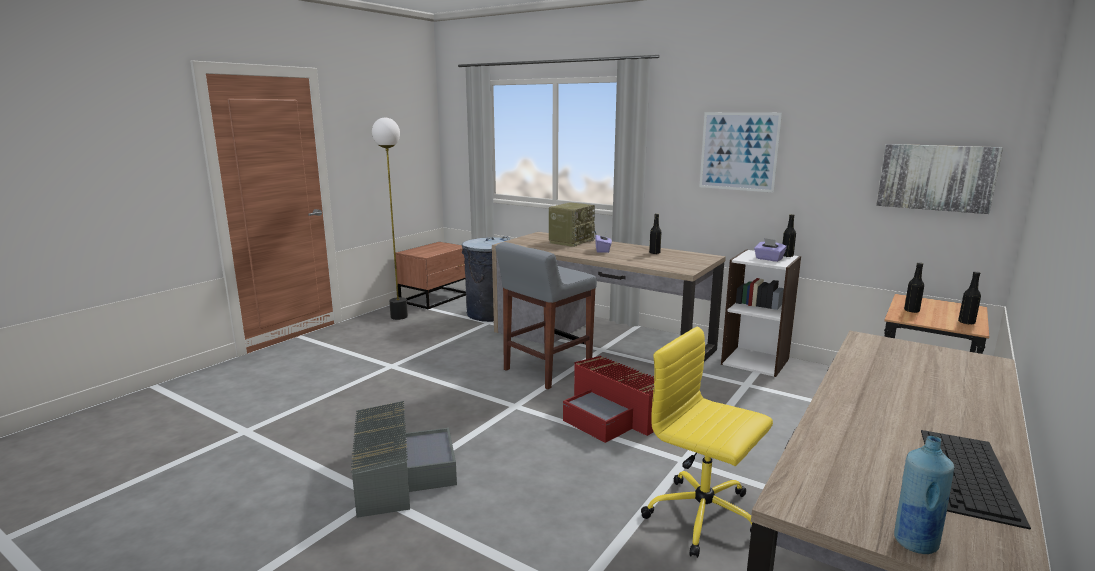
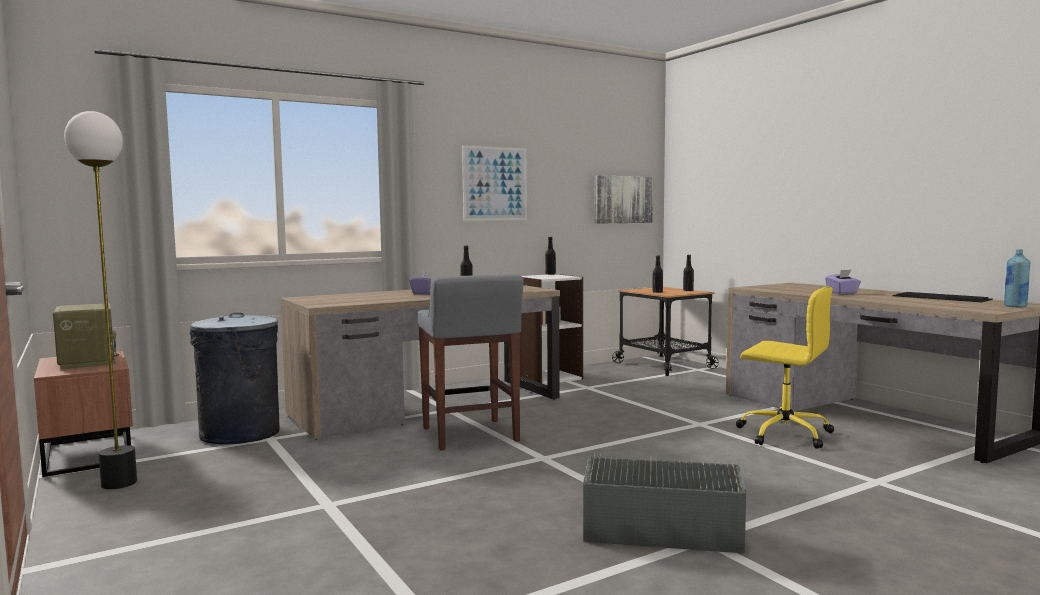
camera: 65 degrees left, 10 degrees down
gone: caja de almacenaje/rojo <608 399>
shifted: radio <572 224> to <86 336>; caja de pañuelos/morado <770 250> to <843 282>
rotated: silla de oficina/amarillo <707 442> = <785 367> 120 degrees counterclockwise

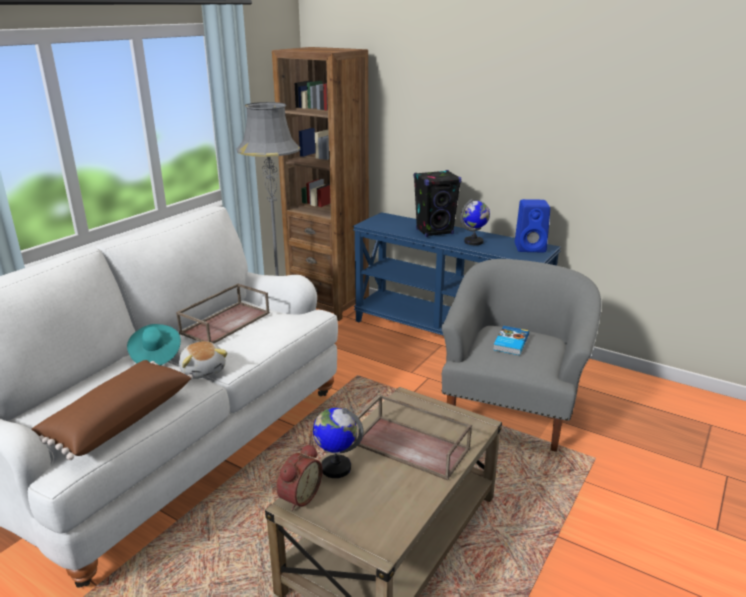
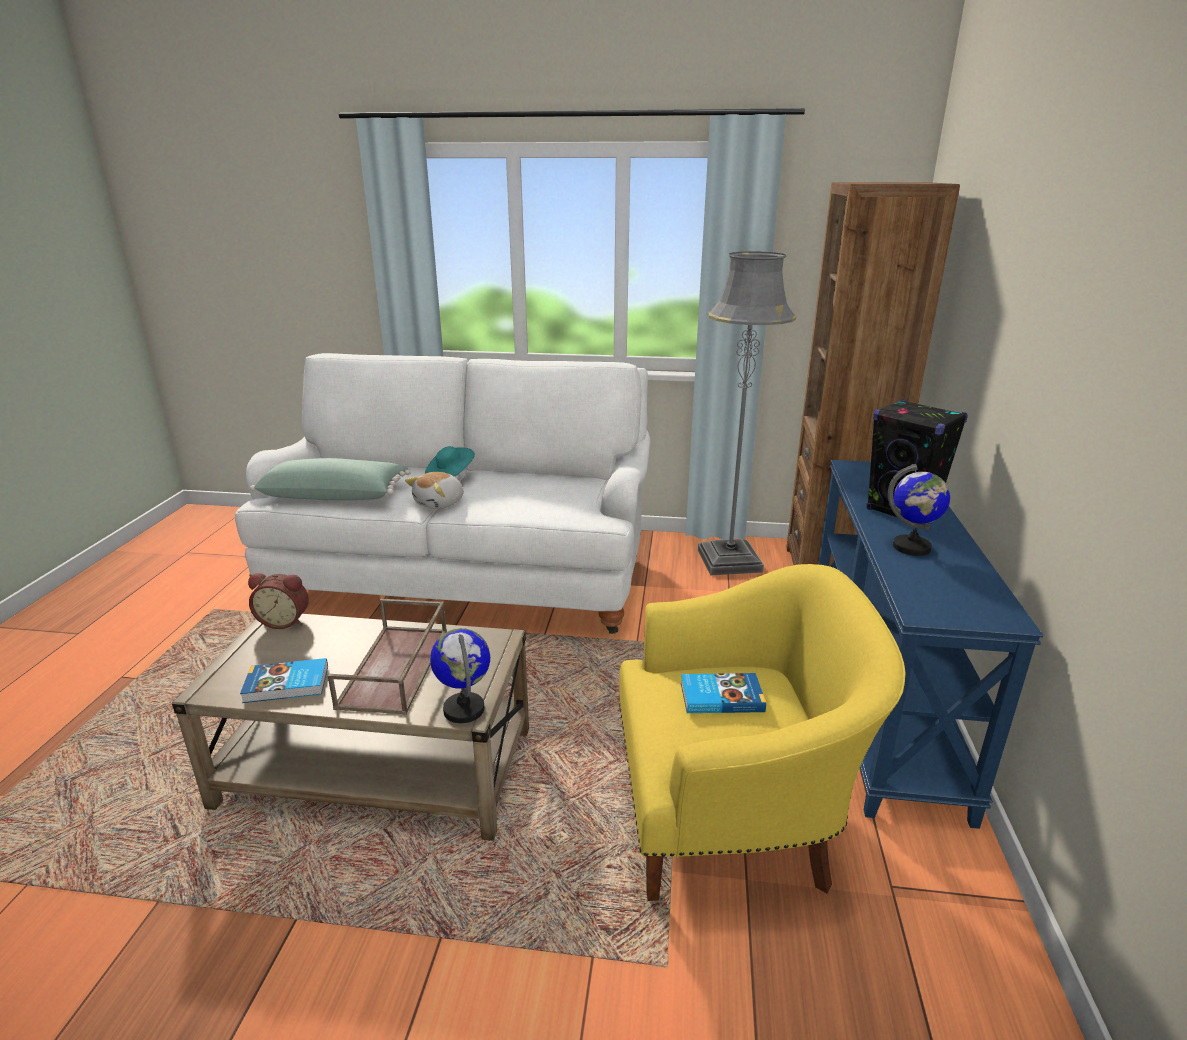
camera: 65 degrees right, 0 degrees up
gone: bandeja/marrón <223 313>; altavoz/azul <532 225>
new: libro <284 680>
shifted: globo terráqueo <338 443> to <460 675>
repainted: cojín/marrón <112 410> to cojín/verde <330 479>; sillón/gris <522 355> to sillón/amarillo <762 732>

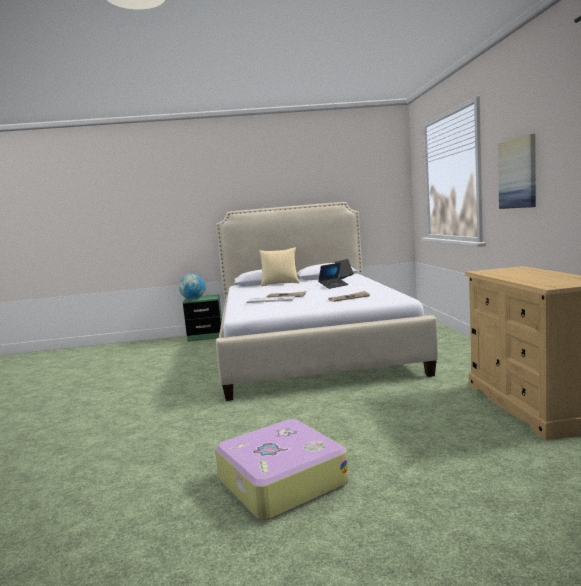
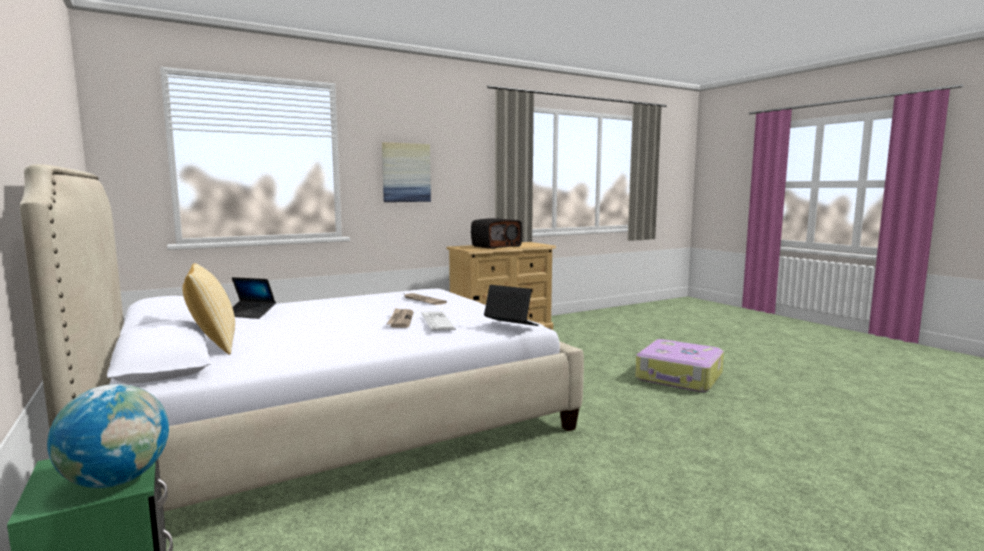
camera: 115 degrees left, 0 degrees up
new: radio <496 233>
shifted: portátil <333 276> to <511 305>

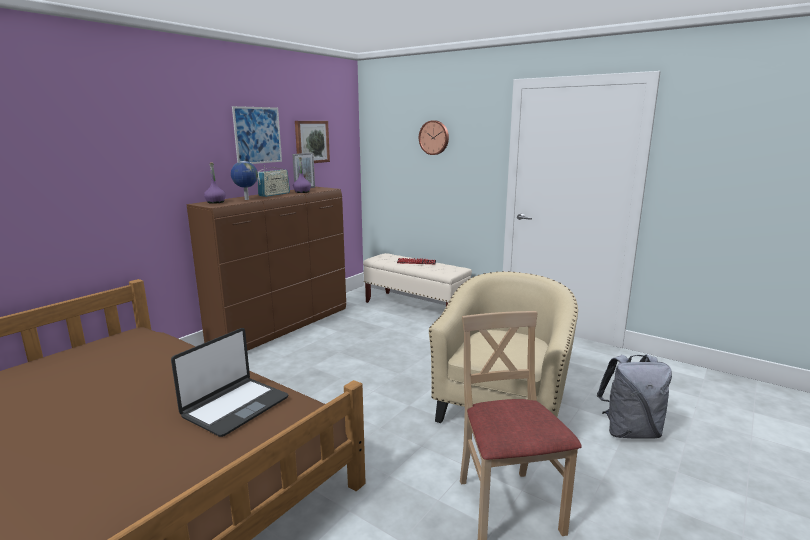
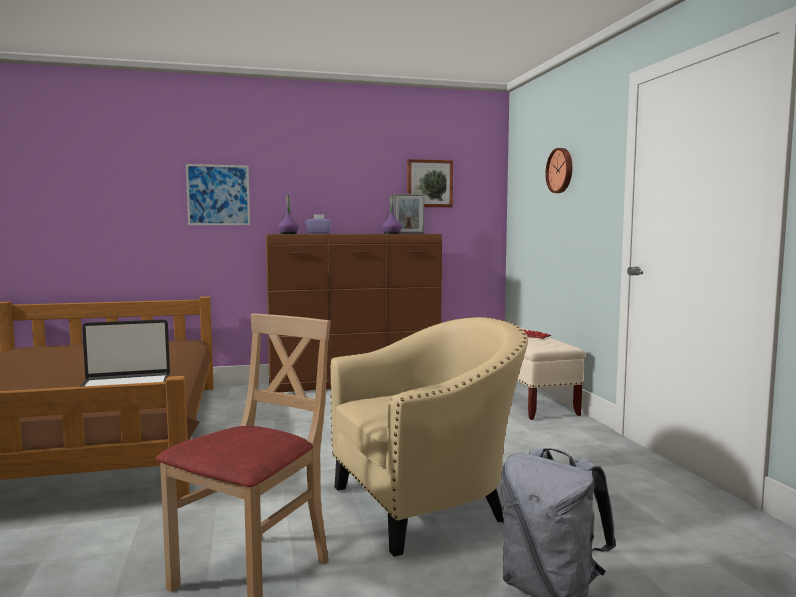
camera: 40 degrees right, 10 degrees down
gone: radio <274 182>
shifted: cuadro <257 135> to <218 194>
swapped: globo terráqueo <244 180> to caja de pañuelos/morado <319 224>

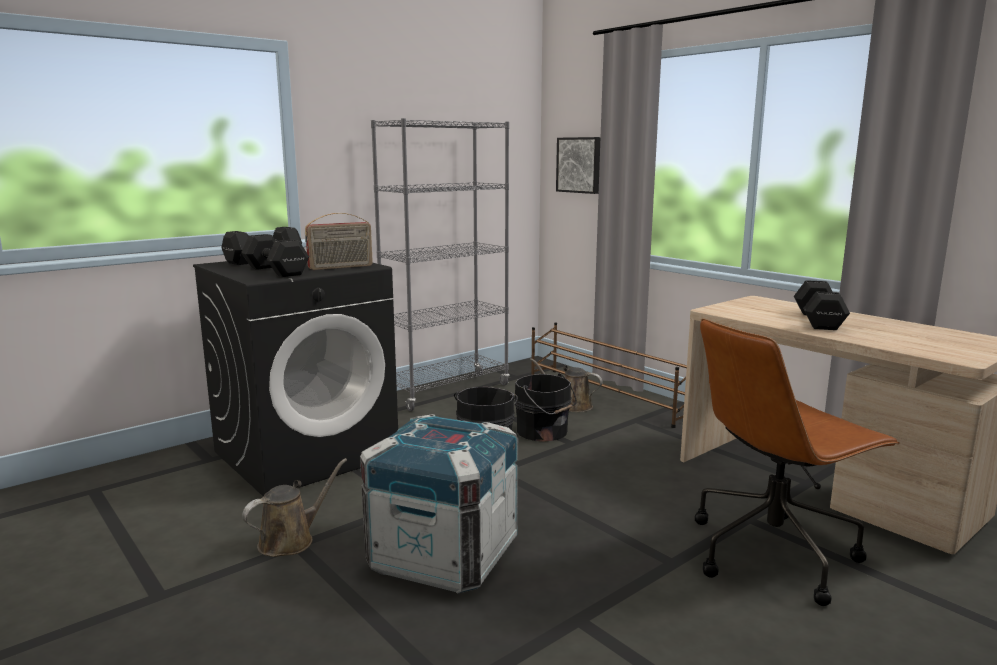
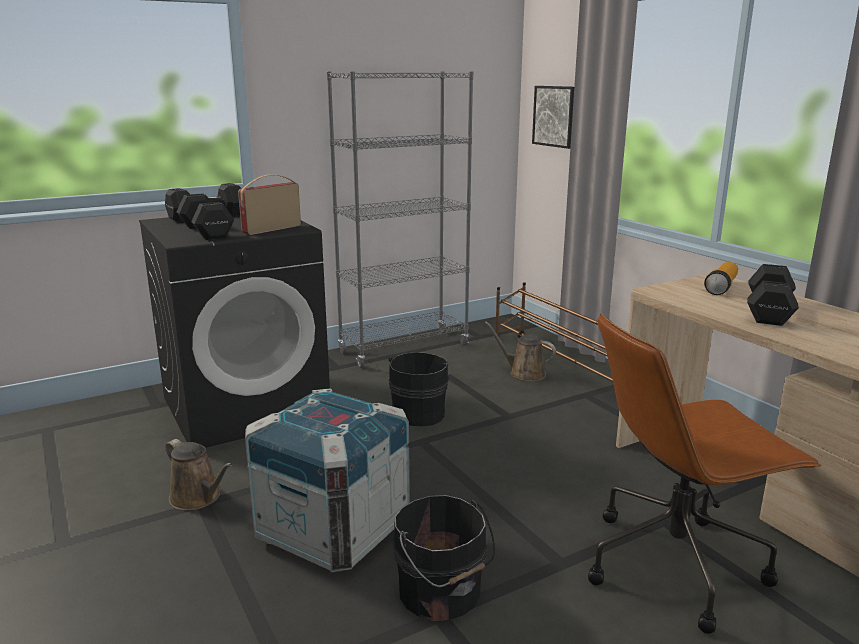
camera: 10 degrees right, 5 degrees up
new: linterna <721 278>
shifted: cubo/negro <545 407> to <444 558>
rotated: regadera/marrón <294 507> = <199 475> 75 degrees clockwise; radio <339 241> = <269 204> 150 degrees clockwise

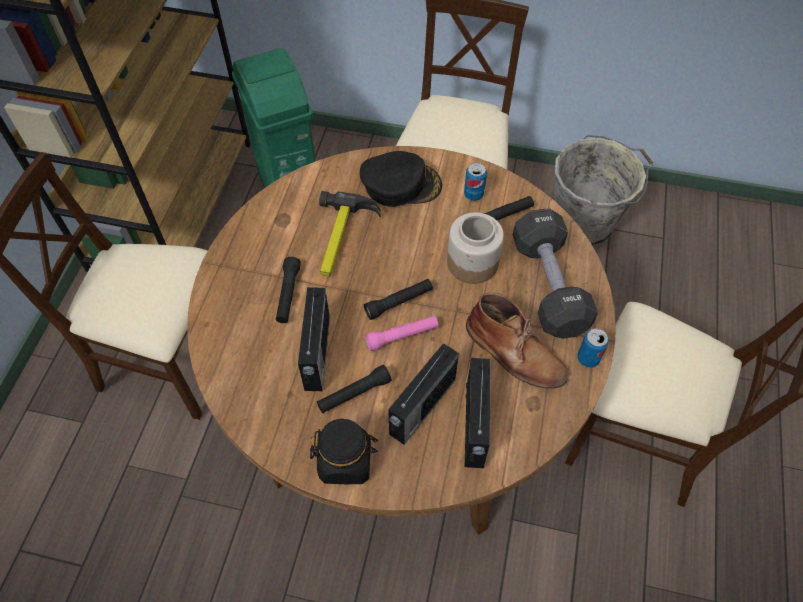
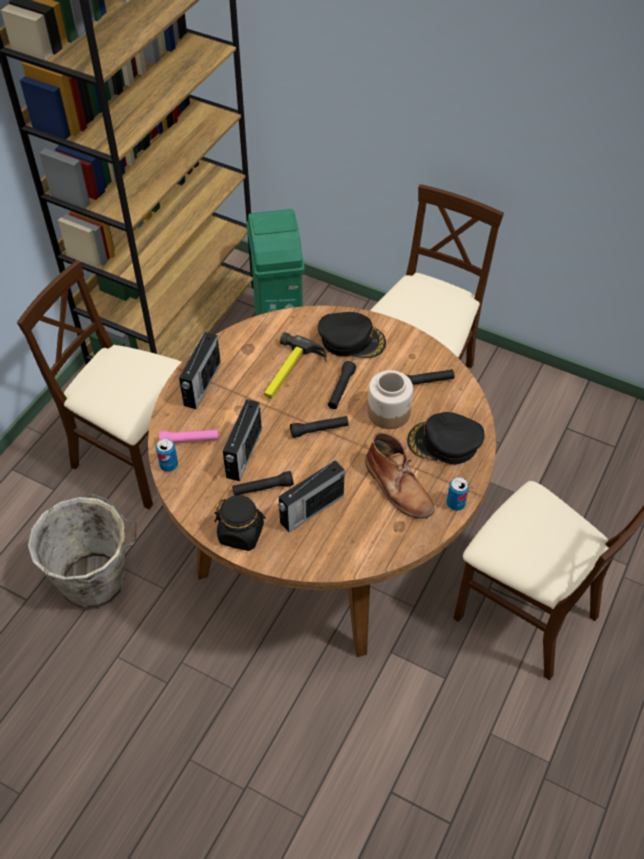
camera: 15 degrees right, 5 degrees down
shifted: cubo/gris <604 191> to <82 552>; lata <475 182> to <167 455>; linterna/rosa <402 333> to <188 436>; radio <477 413> to <200 370>; linterna/negro <288 290> to <342 385>
swapped: mancuerna/negro <555 274> to gorra/negro <446 438>

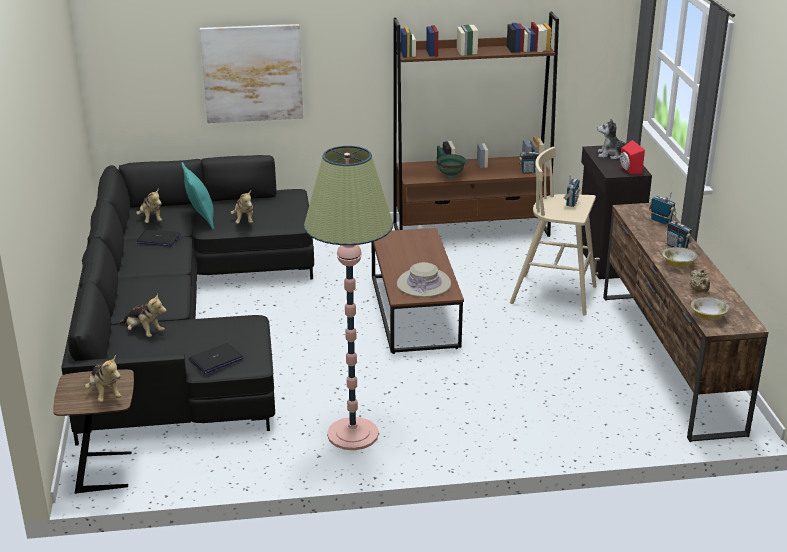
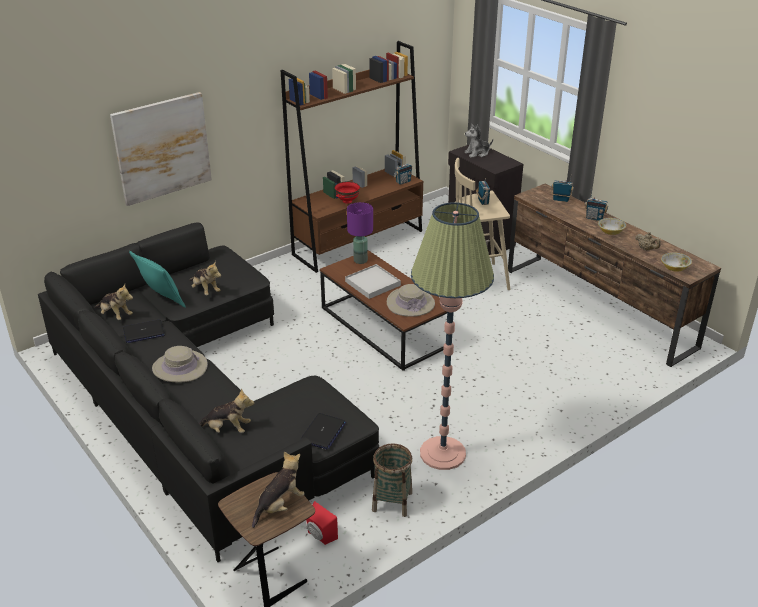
camera: 30 degrees left, 5 degrees up
new: sombrero/beis <180 364>; bandeja/blanco <373 281>; lámpara de mesa/morado <360 233>; cesta <392 480>
shifted: altavoz/rojo <632 157> to <322 523>
repainted: cuenco/verde <451 166> to cuenco/rojo <347 192>
rotated: peluche <103 378> = <278 490> 75 degrees counterclockwise

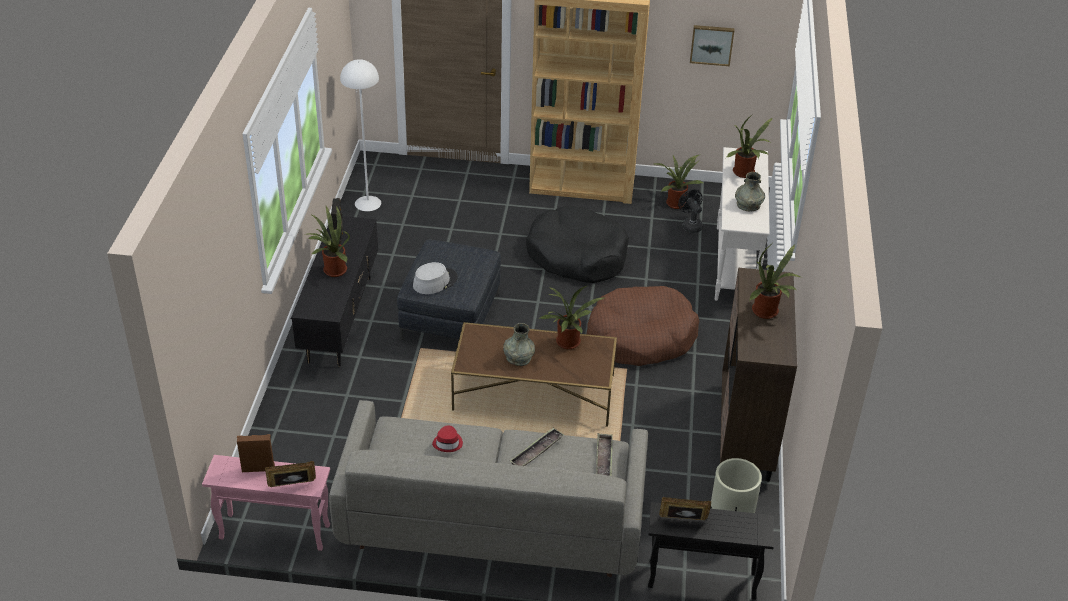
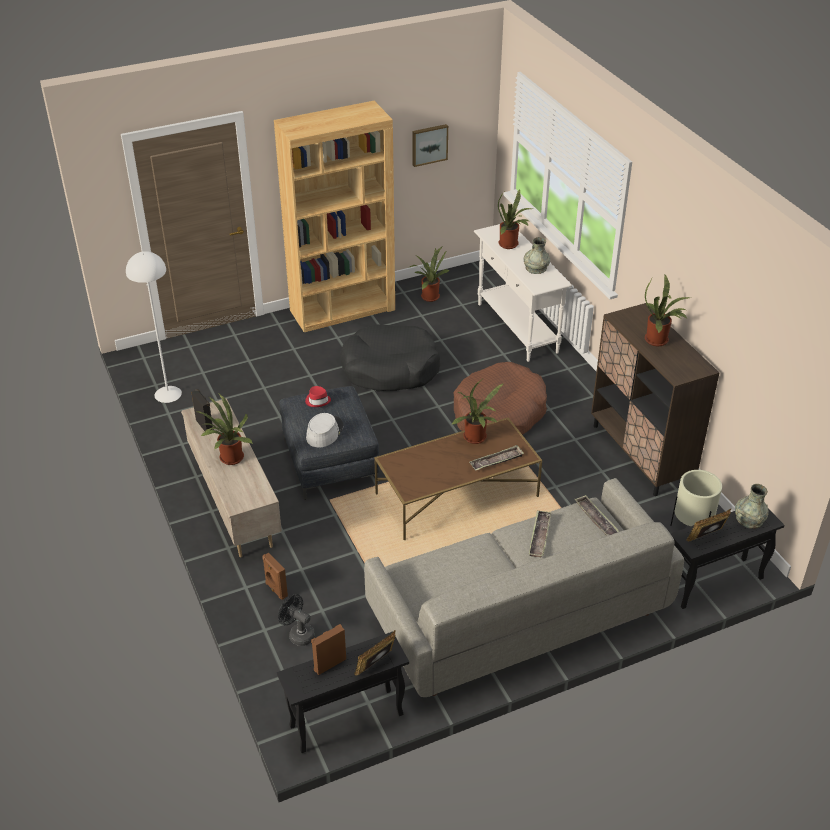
camera: 30 degrees left, 0 degrees up
new: altavoz/marrón <275 576>; bandeja <496 458>
shifted: ventilador/negro <690 211> to <296 620>; sombrero/rojo <447 438> to <318 396>; florero/gris <519 344> to <752 506>
repainted: mueble de televisión/negro <334 291> to mueble de televisión/beis <231 477>; mesa auxiliar/rosa <266 503> to mesa auxiliar/negro <343 692>

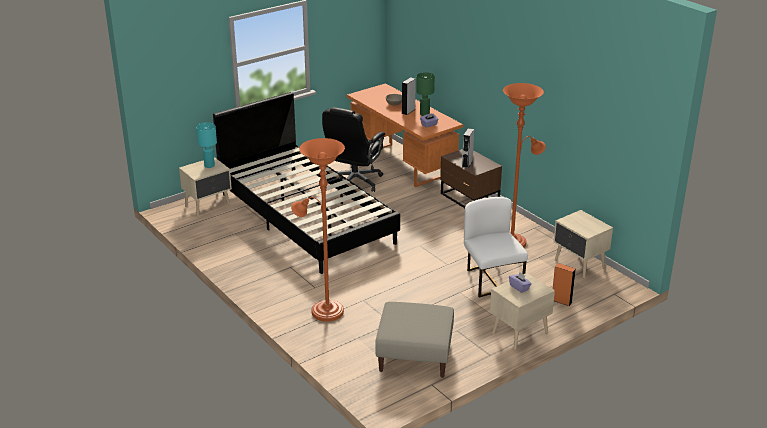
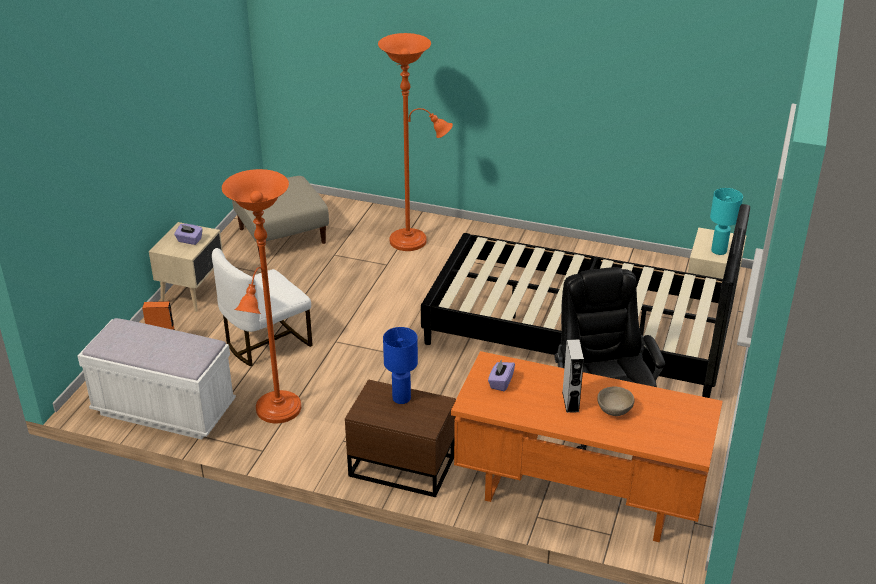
camera: 145 degrees right, 5 degrees up
gone: lámpara de mesa/verde <425 94>
swapped: mesita de noche/beis <583 244> to banco/blanco <156 379>; altavoz/gris <468 148> to lámpara de mesa/azul <400 365>
rotated: silla/blanco <496 247> = <262 307> 105 degrees clockwise

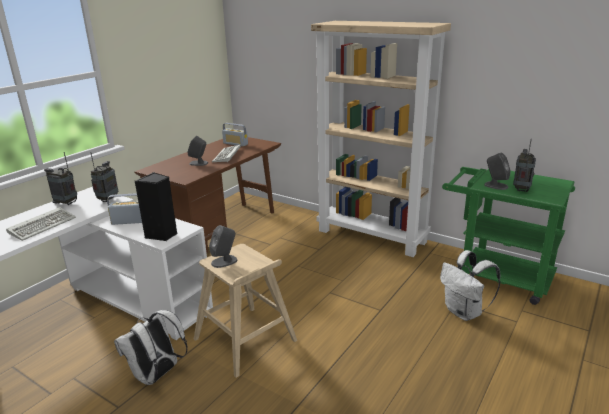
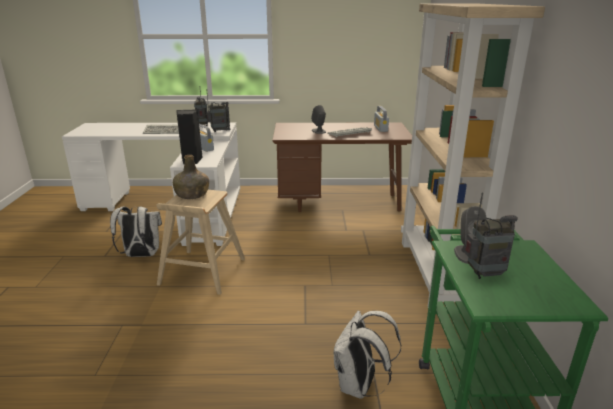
camera: 55 degrees right, 0 degrees up
swapped: altavoz/gris <223 246> to botella/verde <191 177>

